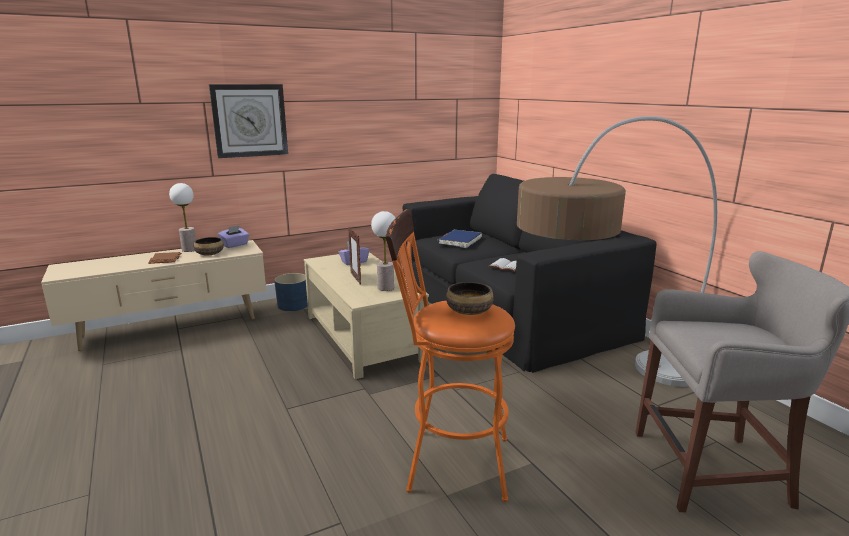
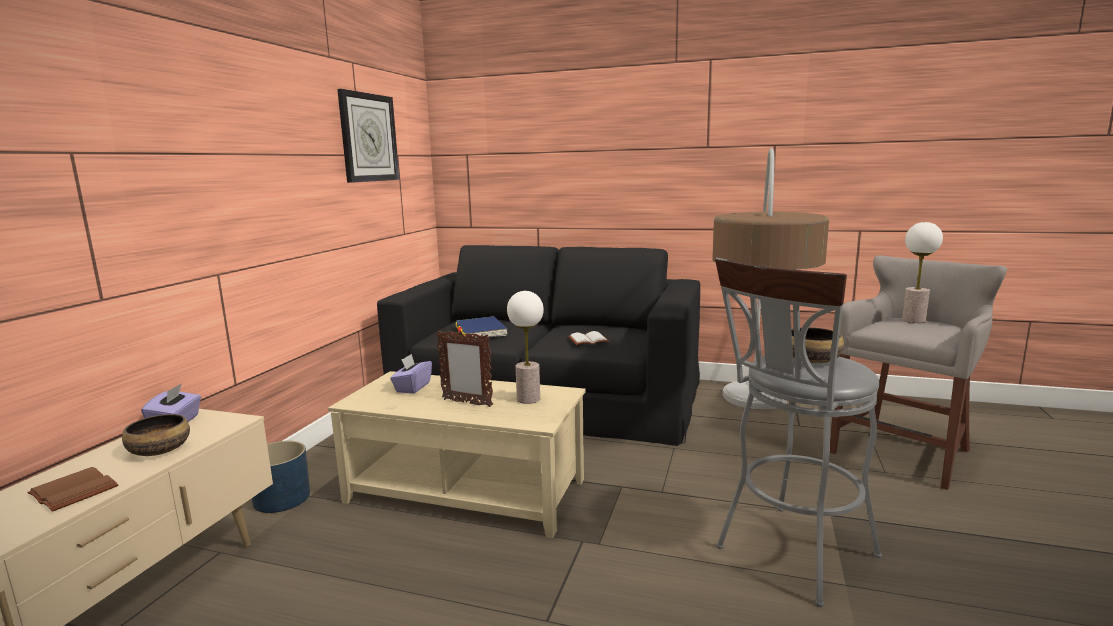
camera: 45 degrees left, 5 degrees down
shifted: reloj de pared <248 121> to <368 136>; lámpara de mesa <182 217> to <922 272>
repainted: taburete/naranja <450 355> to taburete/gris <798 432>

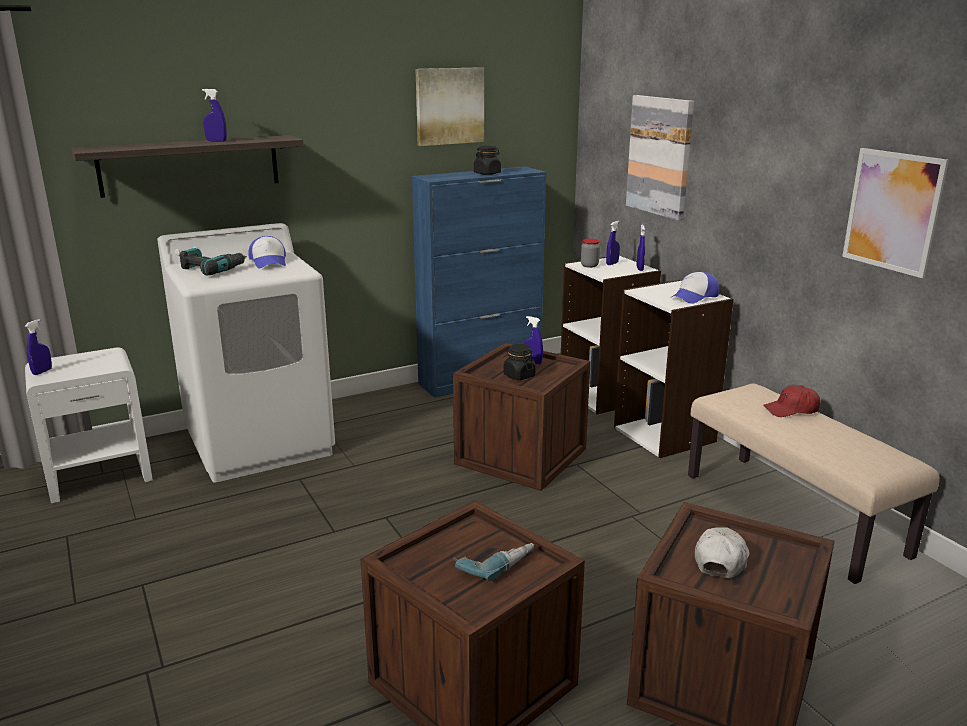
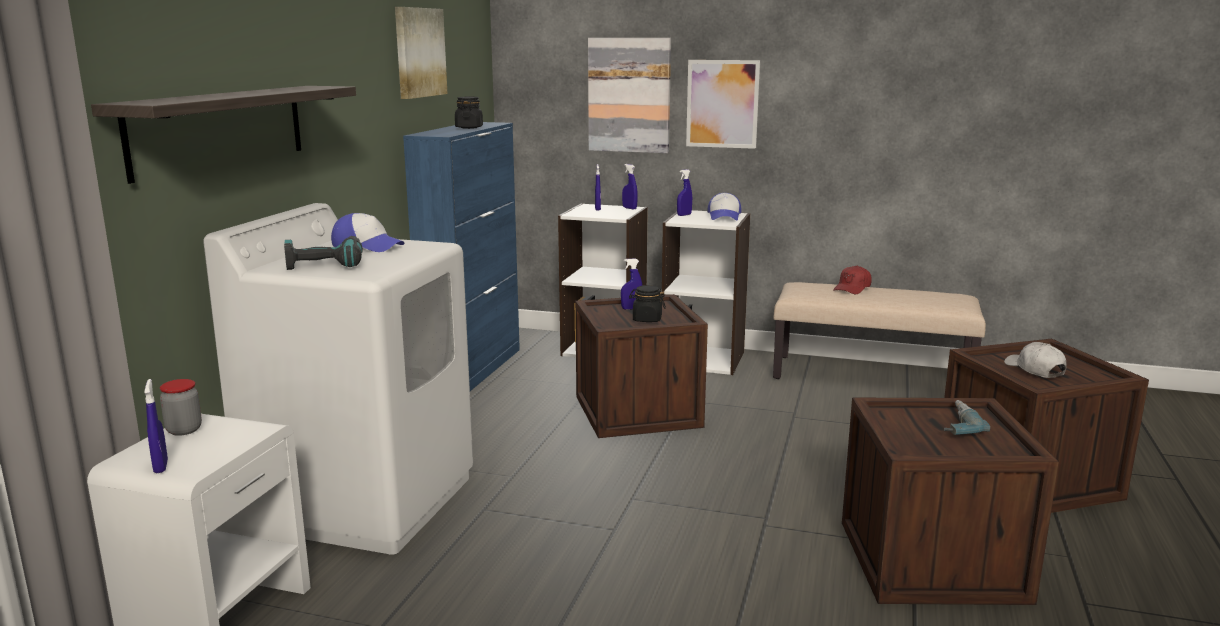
camera: 45 degrees left, 5 degrees down
shifted: tarro <590 253> to <181 407>; pulverizador/azul <214 115> to <684 192>; cuadro <895 213> to <723 104>

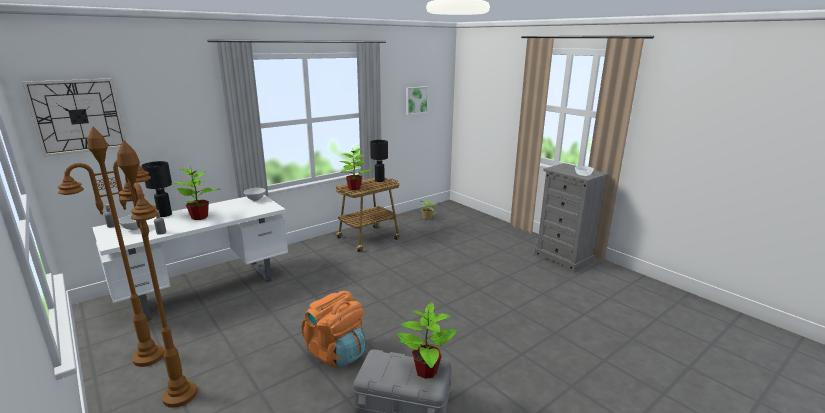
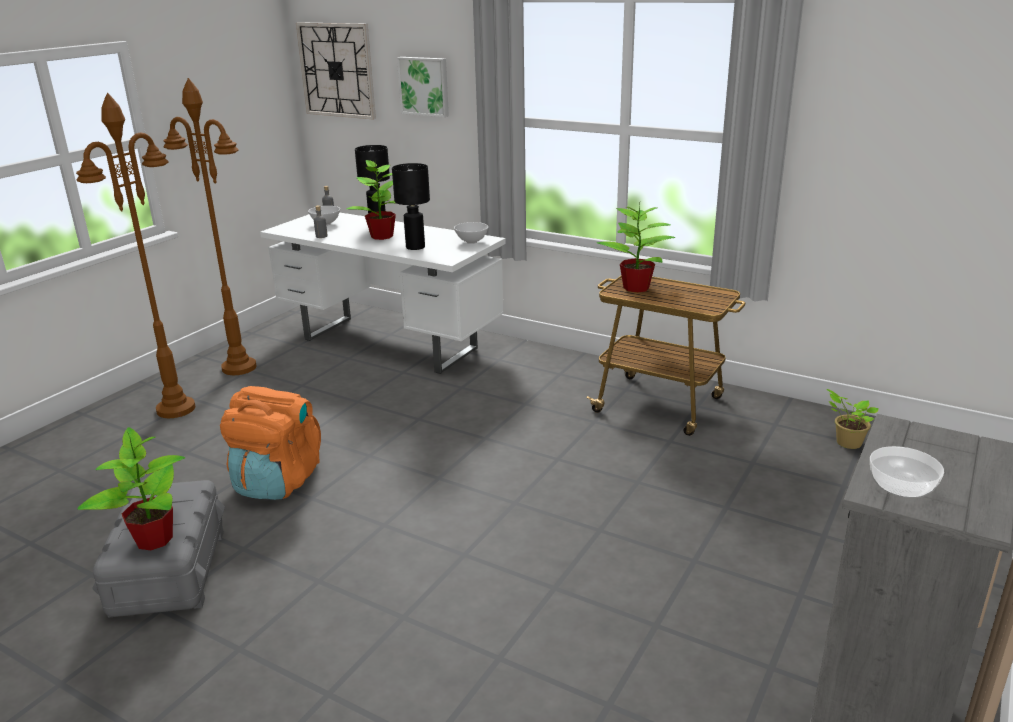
camera: 70 degrees right, 5 degrees up
shifted: lámpara de mesa/negro <379 161> to <411 206>; cuadro <417 100> to <423 87>

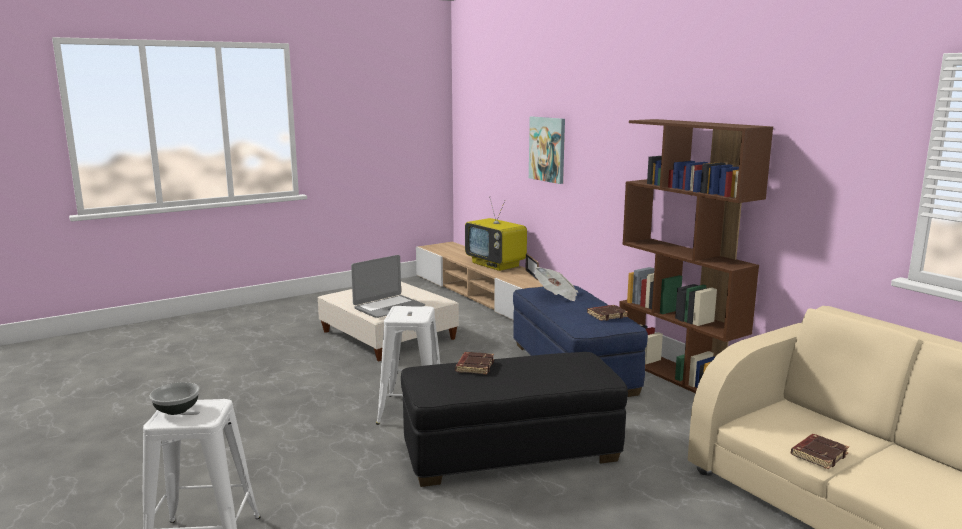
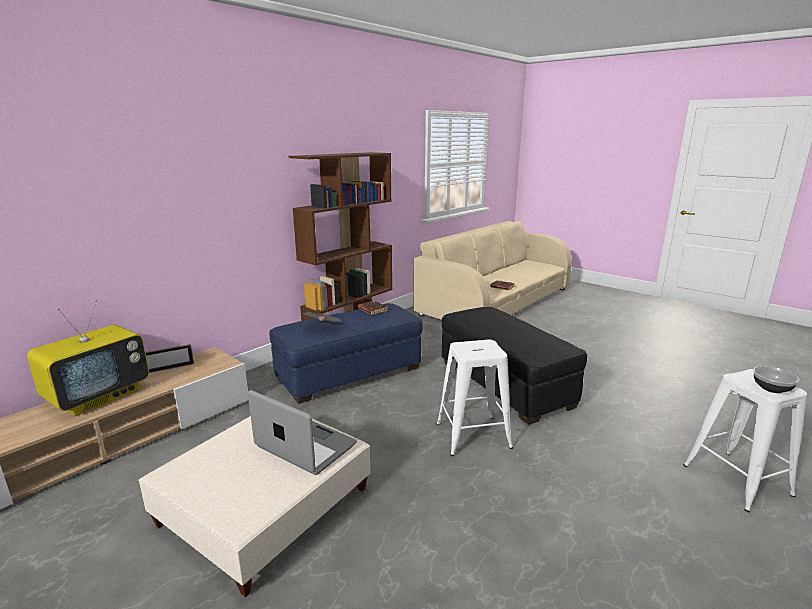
camera: 105 degrees left, 5 degrees up
gone: libro/marrón <474 363>; cuadro <547 150>

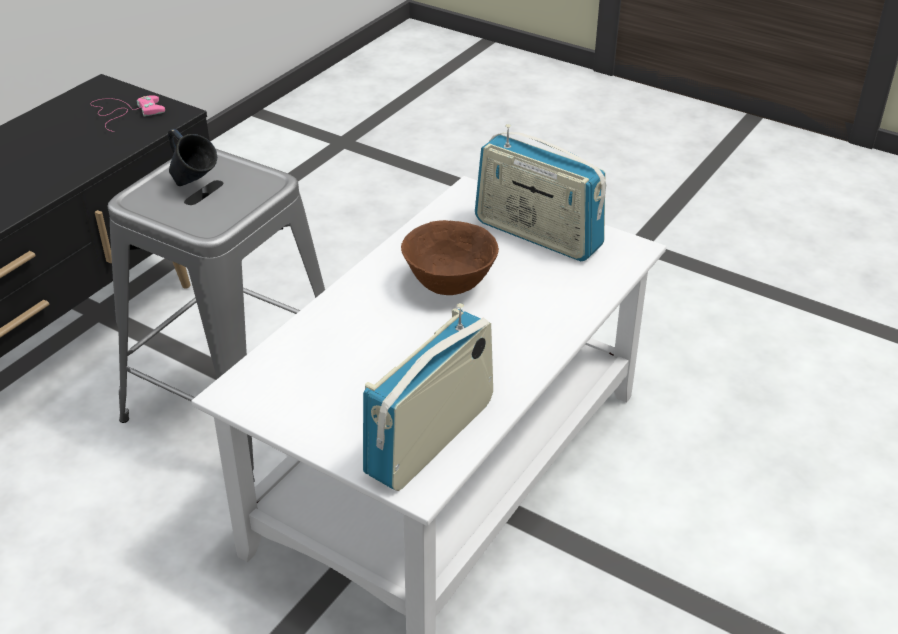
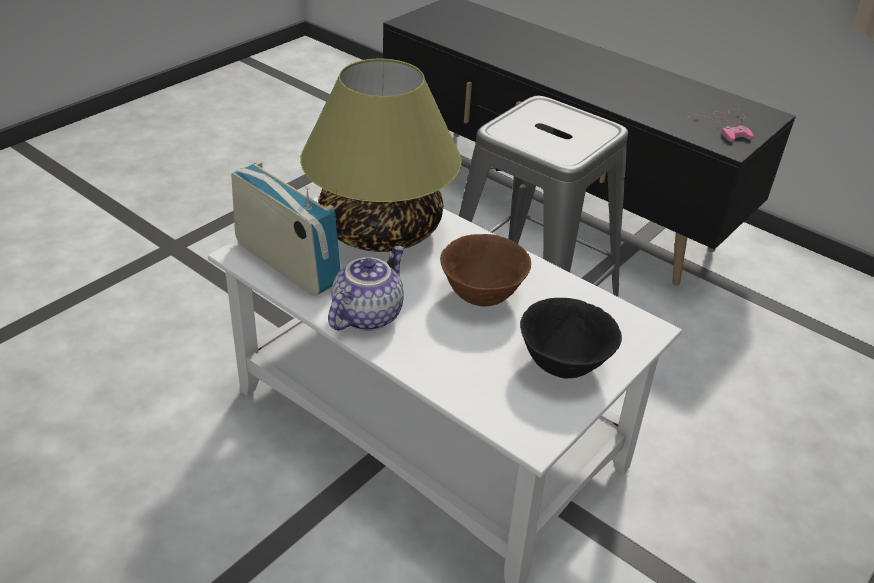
camera: 95 degrees right, 0 degrees up
gone: taza grande/azul <192 157>
new: lámpara de mesa <381 155>; tetera <366 288>
swapped: radio <540 193> to cuenco/negro <571 338>

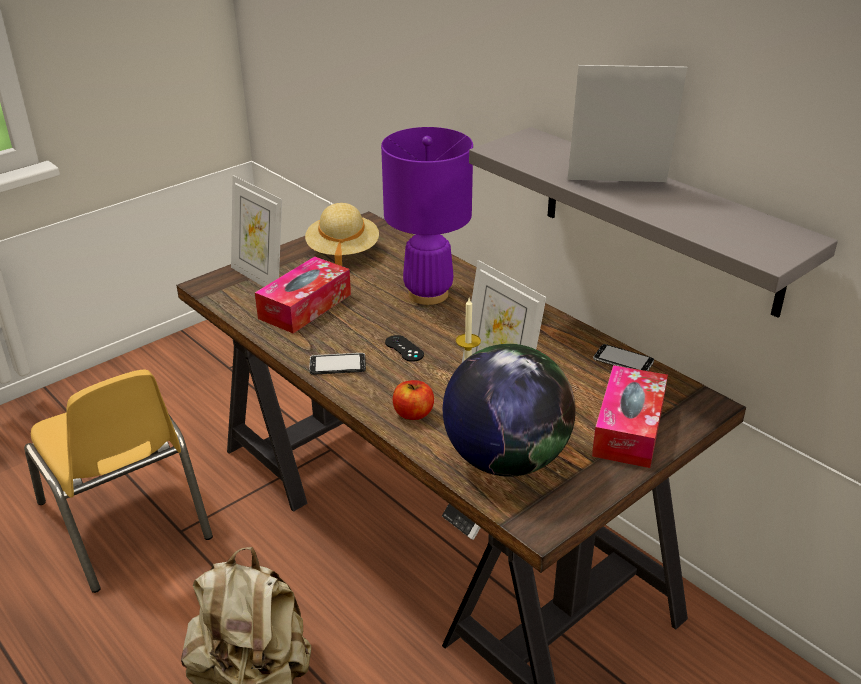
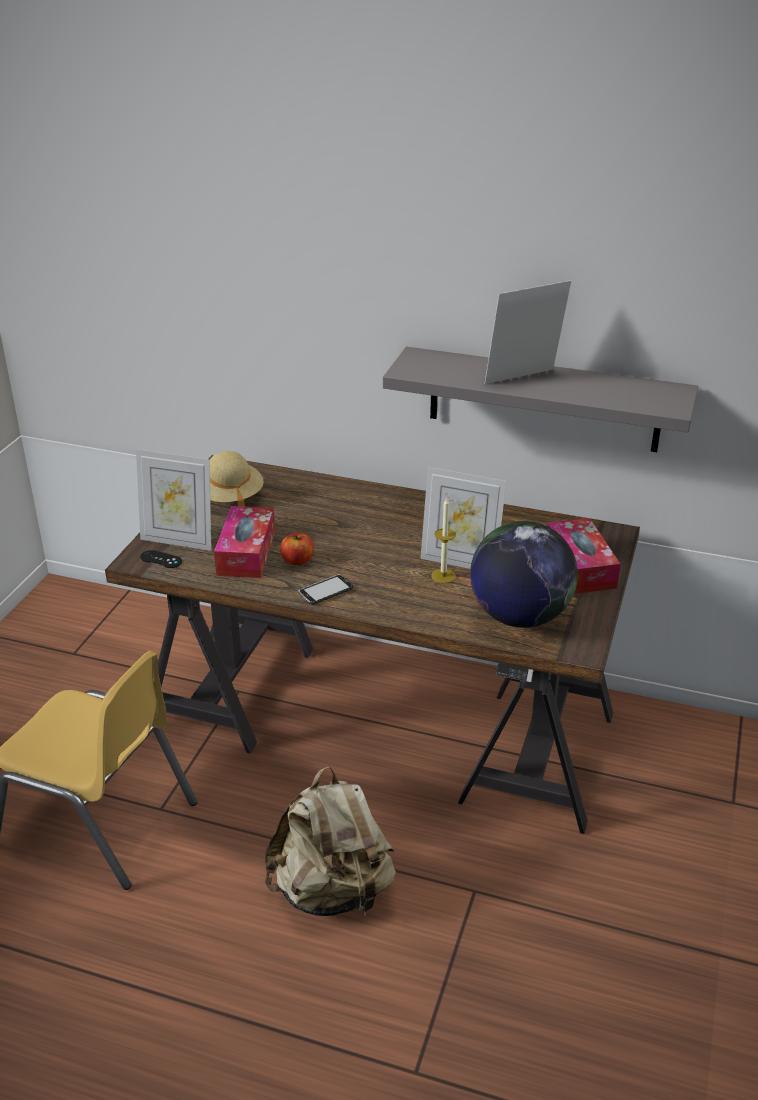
camera: 30 degrees left, 0 degrees up
gone: lámpara de mesa/morado <427 216>; móvil <623 357>
shifted: mando de consola/negro <404 348> to <161 559>; manzana <413 400> to <297 549>

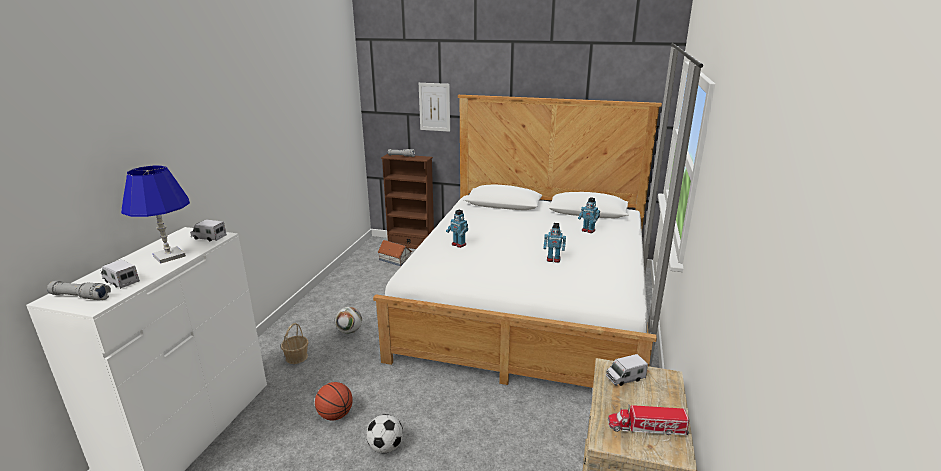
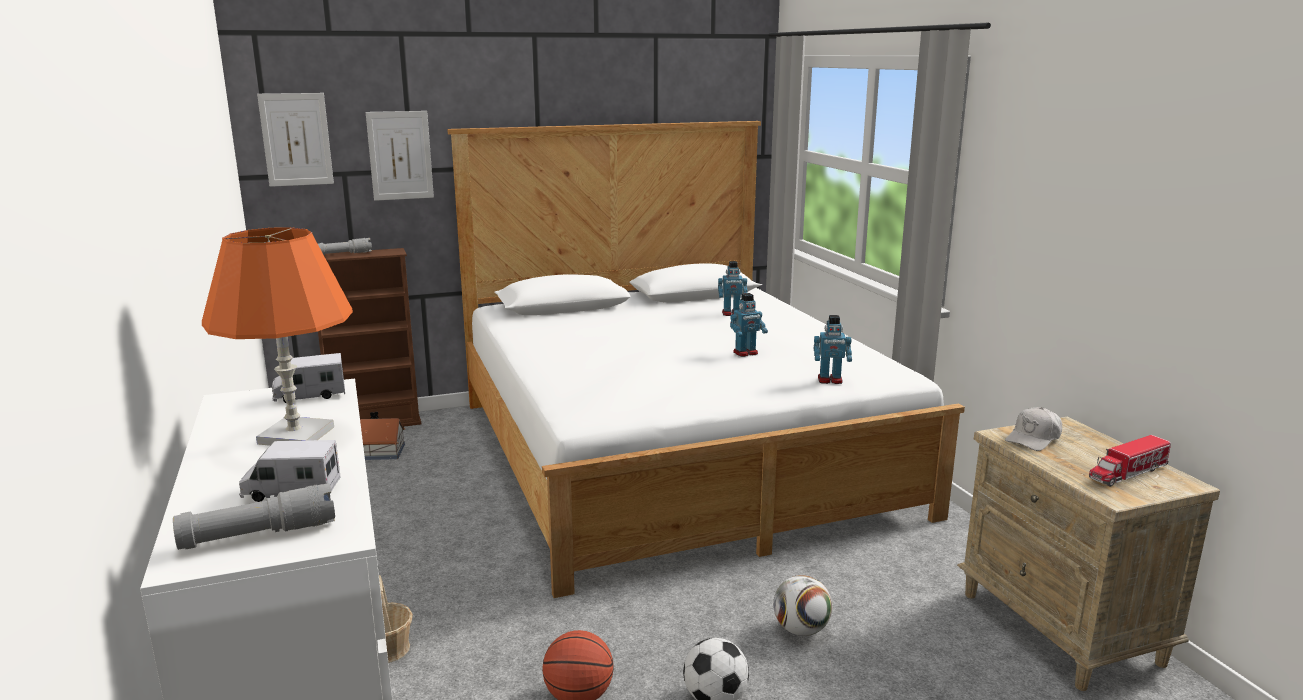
camera: 35 degrees left, 5 degrees down
new: cuadro <295 140>
shifted: balón de fútbol <348 320> to <802 605>; robot de juguete <457 229> to <833 349>
swapped: camión de juguete <627 370> to gorra/blanco <1033 429>
repainted: lámpara de mesa/azul <155 214> to lámpara de mesa/naranja <277 336>

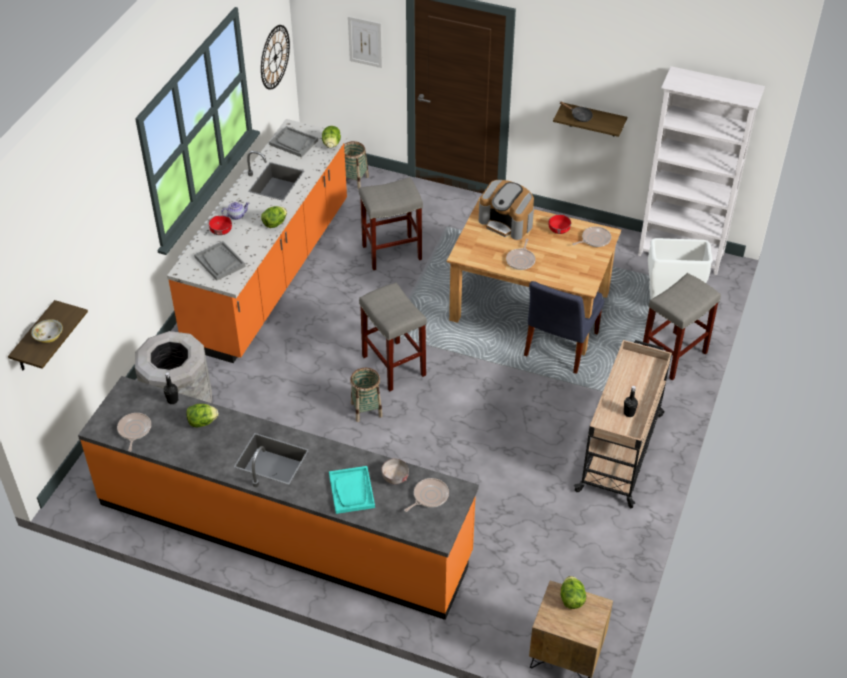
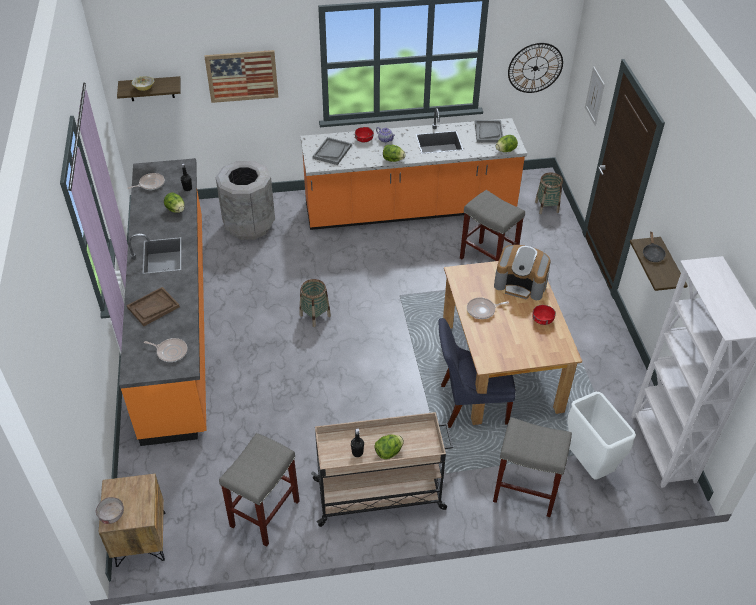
camera: 60 degrees right, 0 degrees up
gone: sartén <591 236>
new: cuadro <241 76>
shifted: cuenco/gris <395 471> to <110 510>; taburete/gris <393 337> to <259 490>; lechuga <573 592> to <389 446>
repainted: bandeja/turquesa <352 490> to bandeja/marrón <153 306>
rotated: cafetera <506 210> = <522 272> 75 degrees counterclockwise

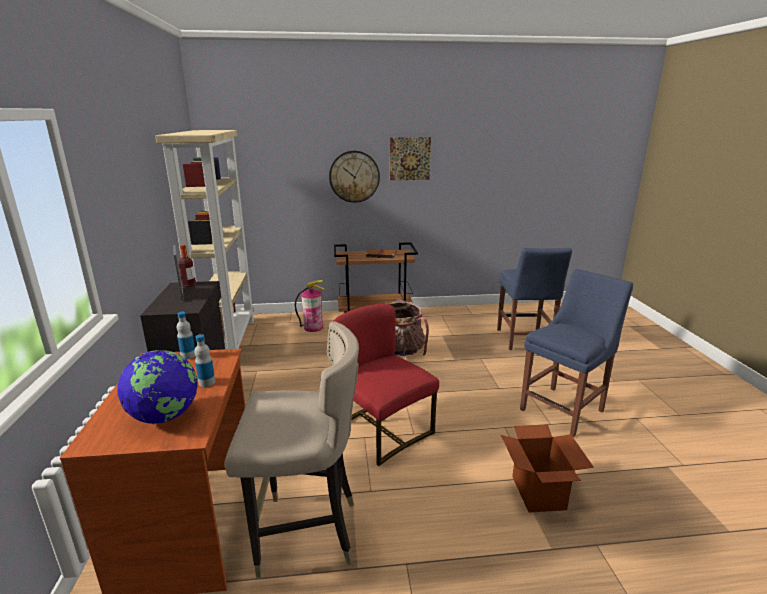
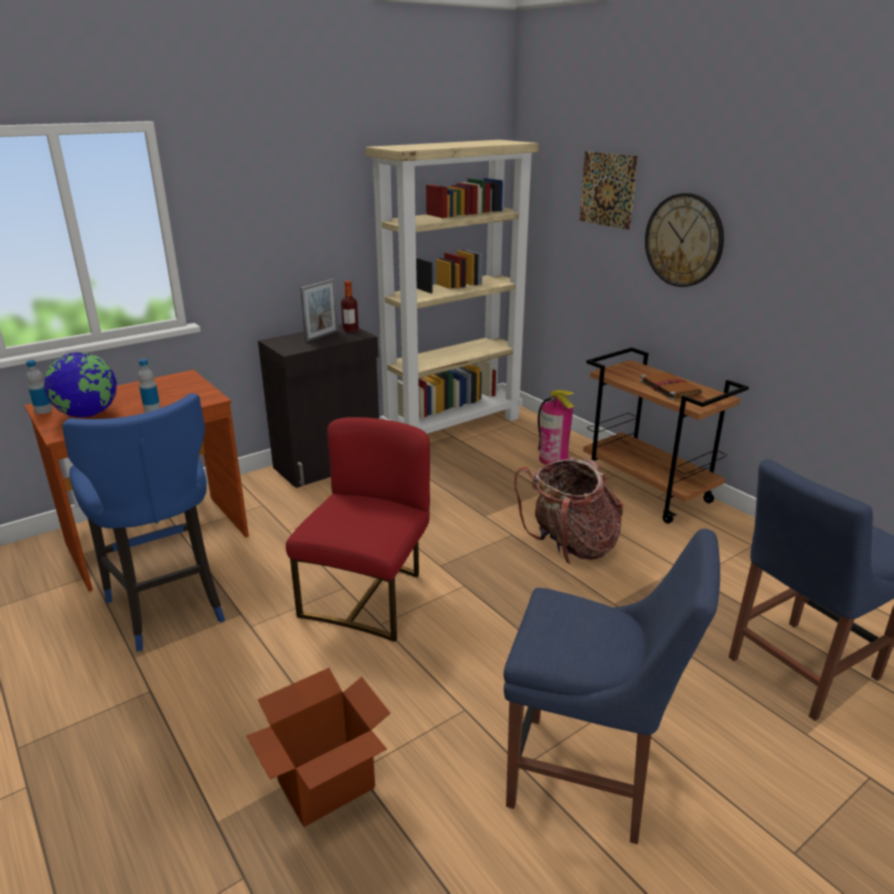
camera: 60 degrees right, 5 degrees up
shifted: botella <186 335> to <39 387>; cuadro <410 158> to <609 190>
repainted: taburete/beis <292 449> to taburete/azul <143 522>

